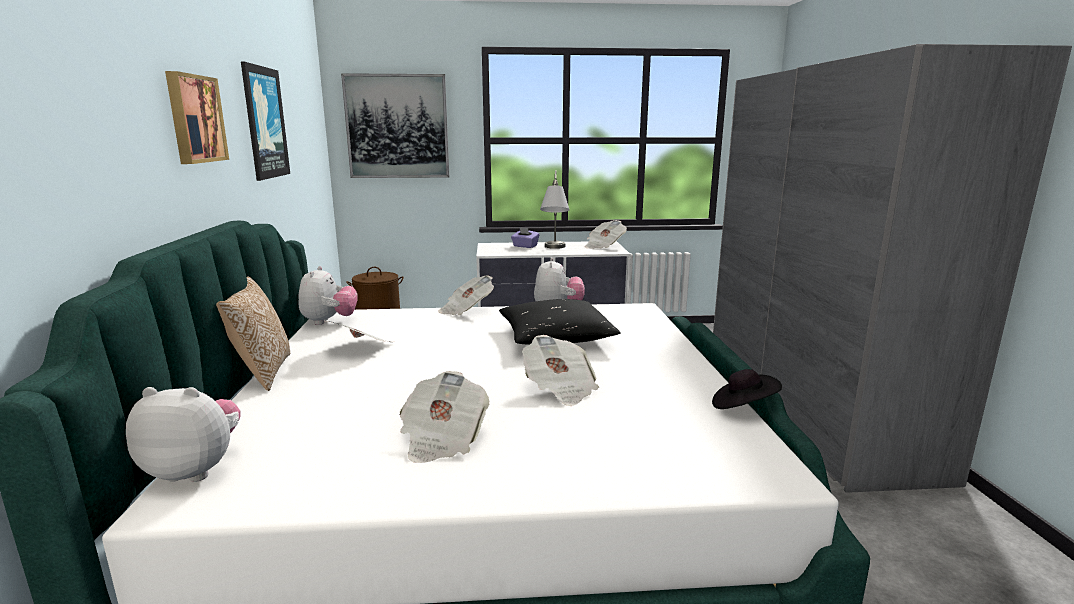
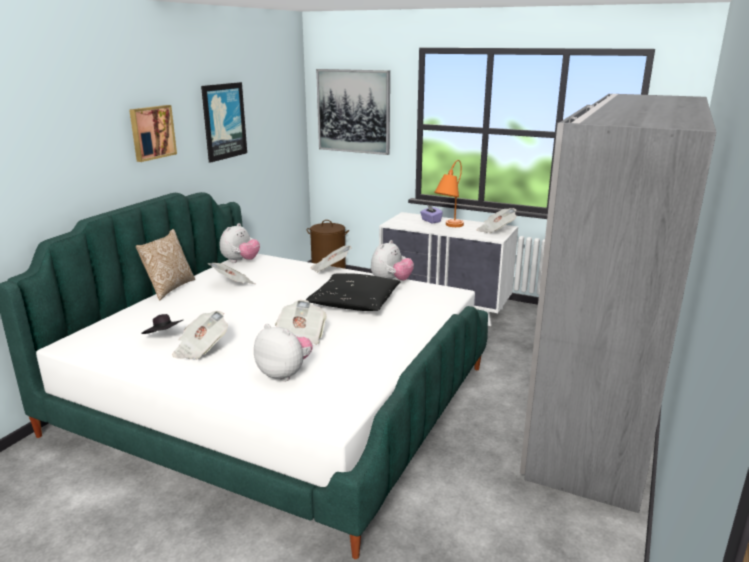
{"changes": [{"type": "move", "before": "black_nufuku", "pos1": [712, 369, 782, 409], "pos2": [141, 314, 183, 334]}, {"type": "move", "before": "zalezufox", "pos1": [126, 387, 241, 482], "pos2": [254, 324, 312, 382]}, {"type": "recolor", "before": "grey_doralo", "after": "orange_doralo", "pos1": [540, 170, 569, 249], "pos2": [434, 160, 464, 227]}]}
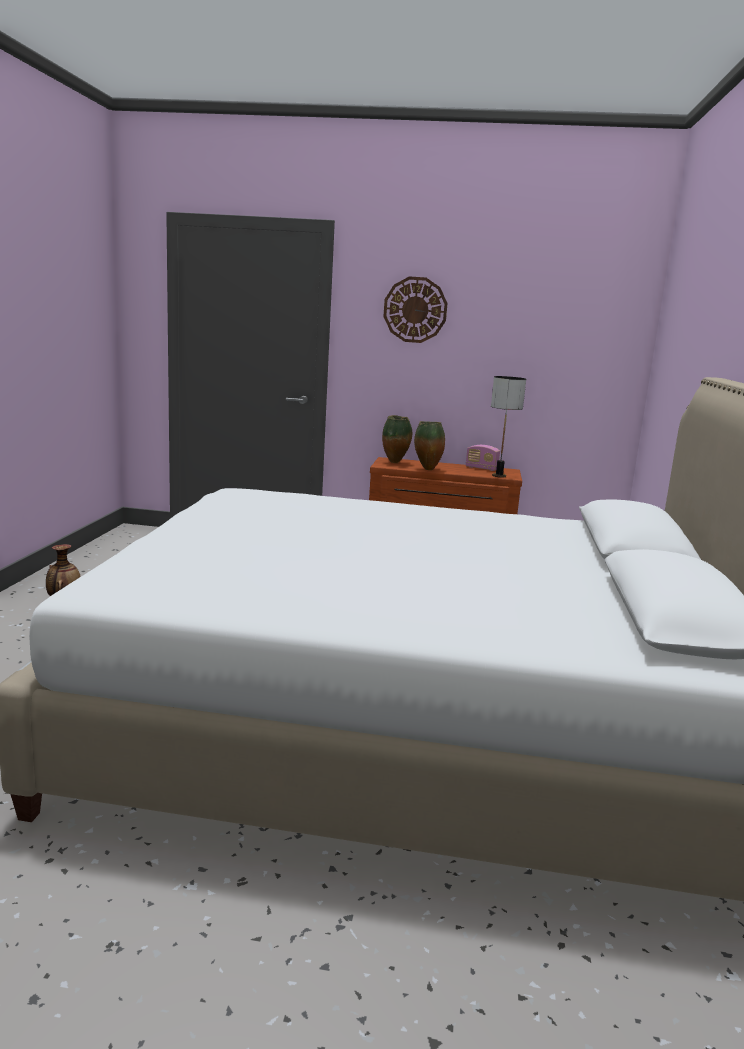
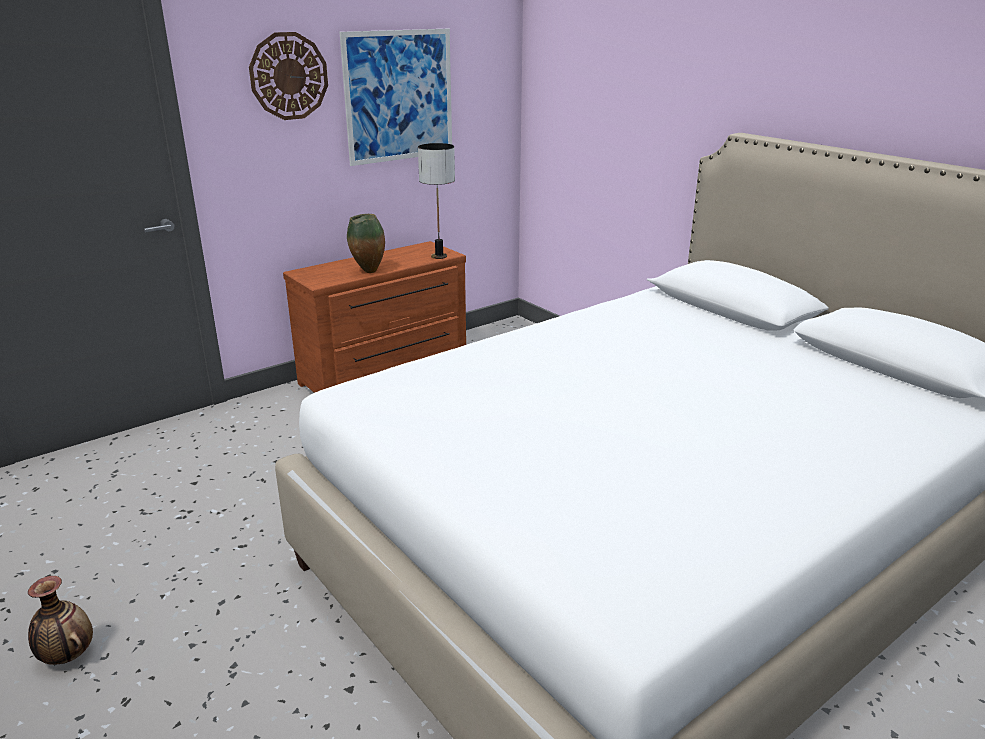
{"changes": [{"type": "insert", "after": "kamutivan", "pos2": [340, 29, 452, 166]}, {"type": "delete", "before": "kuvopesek", "pos1": [382, 415, 412, 463]}, {"type": "delete", "before": "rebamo", "pos1": [466, 445, 500, 471]}]}
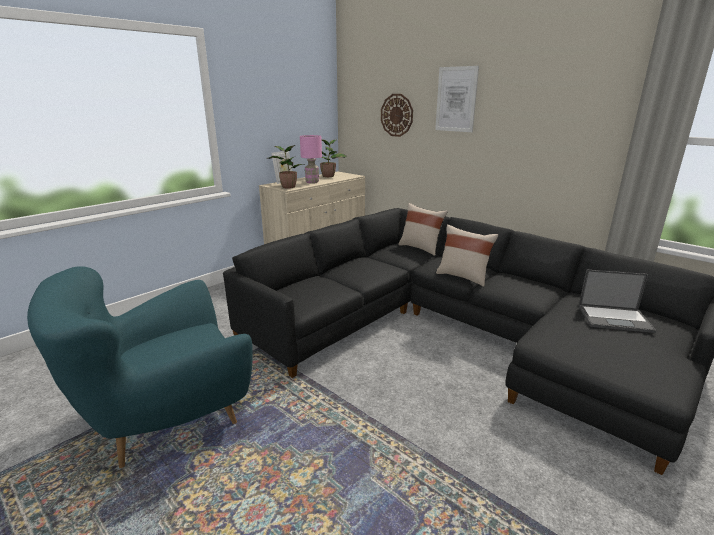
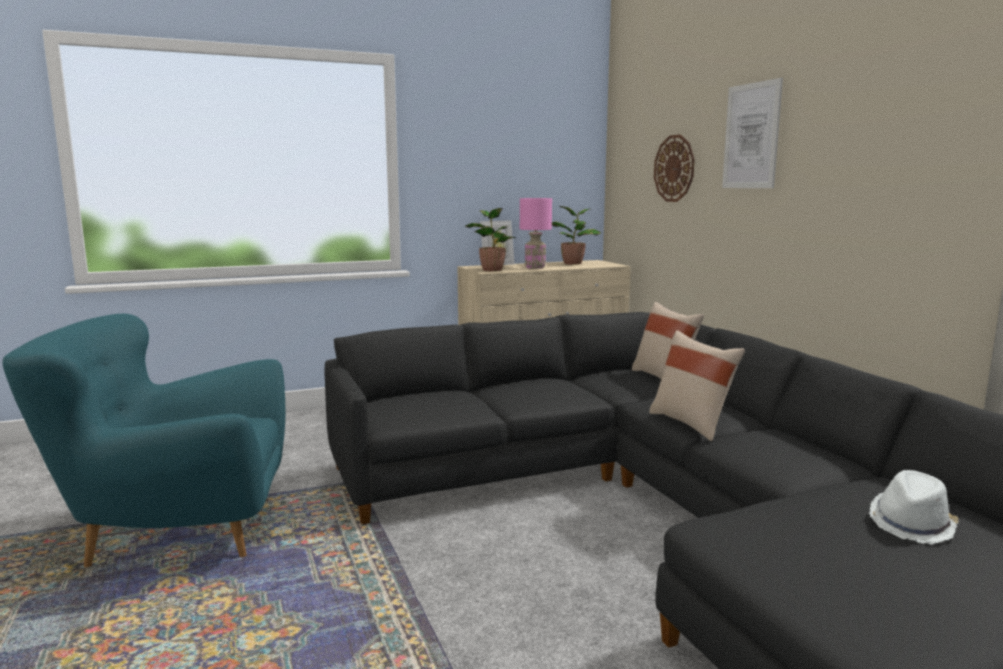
{"changes": [{"type": "replace", "before": "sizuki", "after": "white_nufuku", "pos1": [579, 270, 657, 333], "pos2": [869, 470, 959, 544]}]}
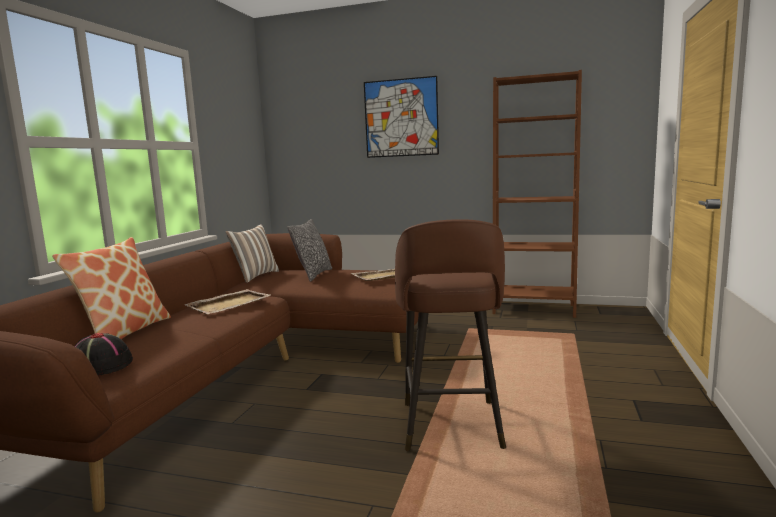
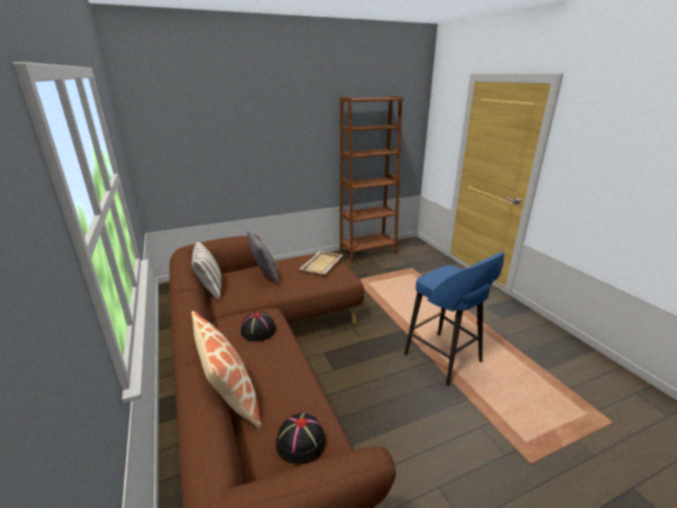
{"changes": [{"type": "replace", "before": "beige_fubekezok", "after": "black_nufuku", "pos1": [185, 289, 271, 314], "pos2": [241, 312, 276, 342]}, {"type": "recolor", "before": "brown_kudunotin", "after": "blue_kudunotin", "pos1": [395, 219, 506, 451], "pos2": [404, 252, 505, 386]}, {"type": "delete", "before": "kamutivan", "pos1": [364, 76, 439, 158]}]}
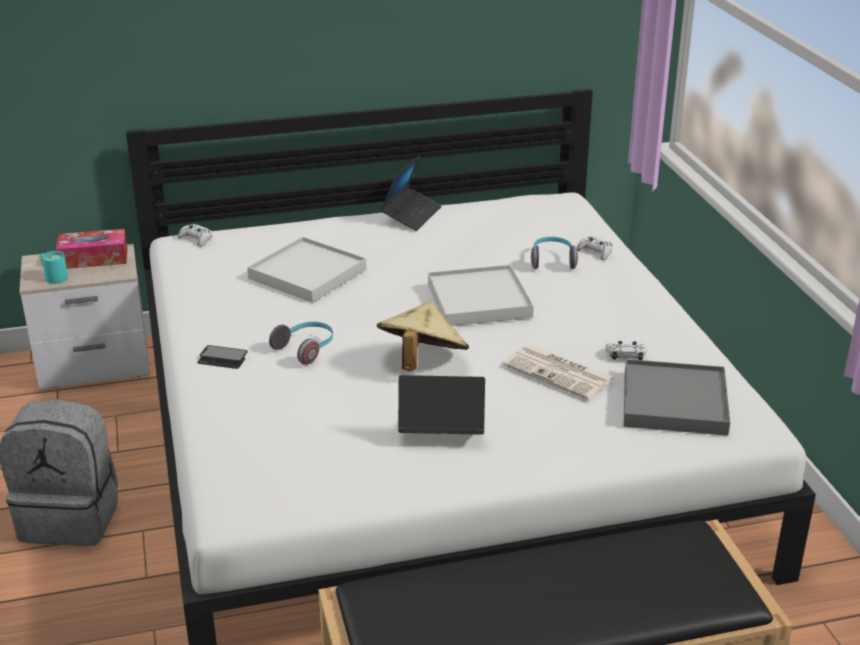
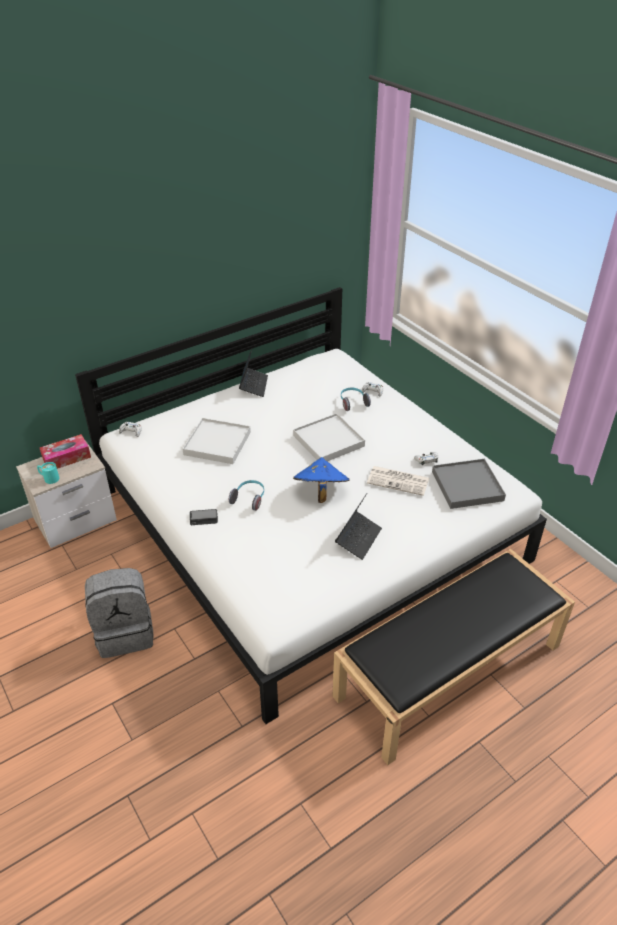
{"changes": [{"type": "recolor", "before": "beige_nufuku", "after": "blue_nufuku", "pos1": [377, 301, 469, 371], "pos2": [293, 457, 350, 503]}, {"type": "rotate", "before": "sizuki", "pos1": [398, 375, 485, 435], "pos2": [335, 493, 382, 560], "turn": 135}]}
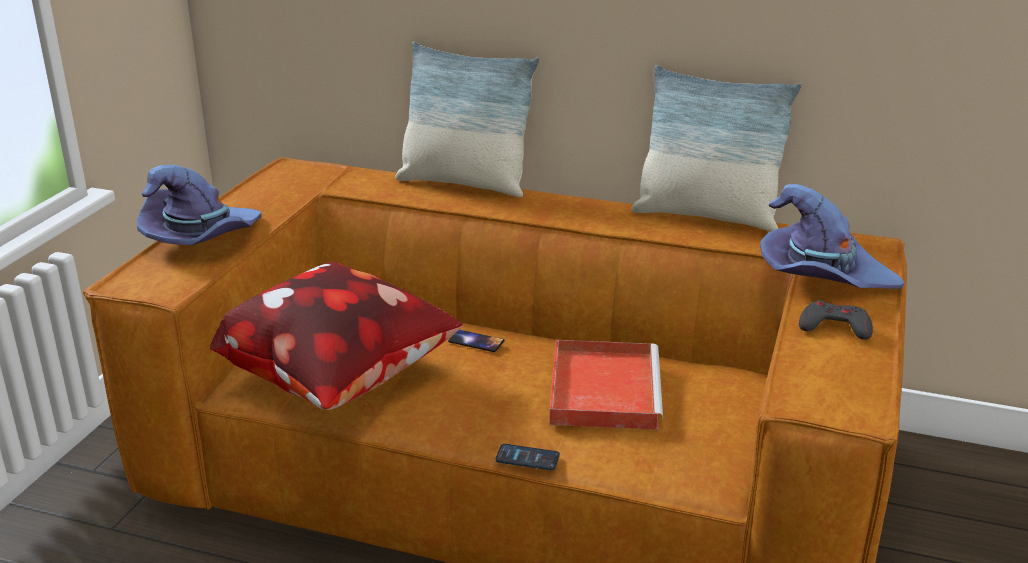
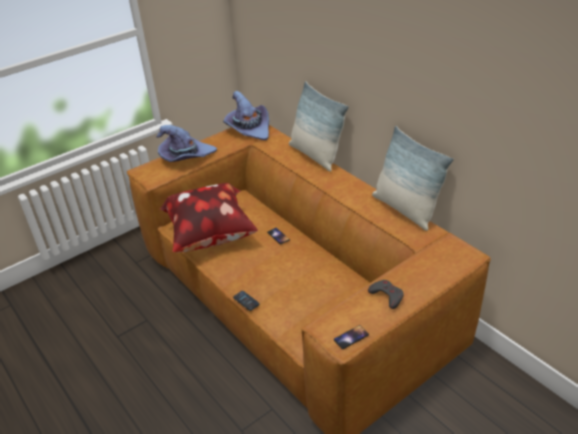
{"changes": [{"type": "move", "before": "purple_nufuku", "pos1": [760, 184, 905, 289], "pos2": [223, 91, 269, 140]}, {"type": "insert", "after": "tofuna", "pos2": [334, 325, 369, 349]}, {"type": "delete", "before": "red_fubekezok", "pos1": [549, 340, 663, 430]}]}
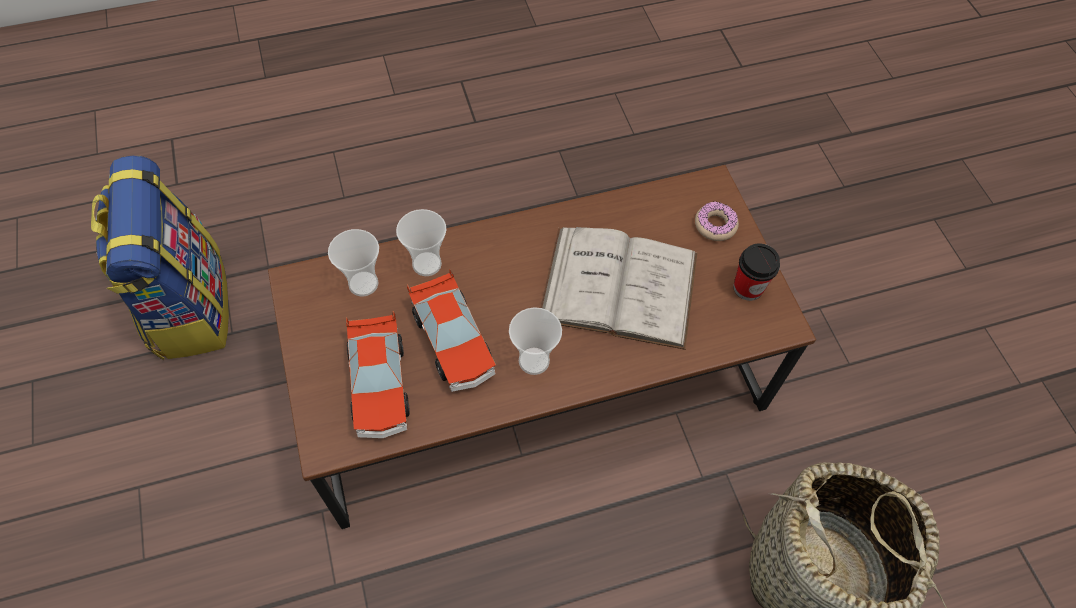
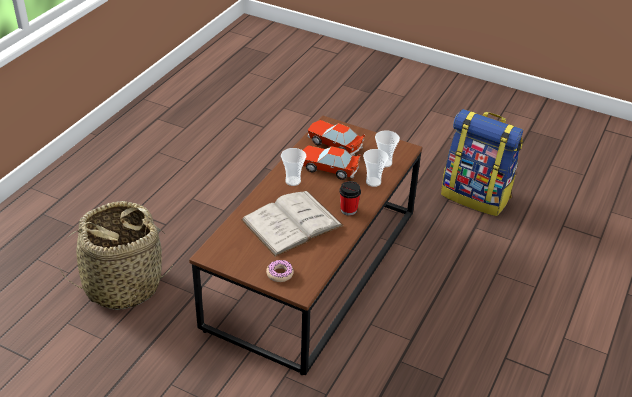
{"changes": [{"type": "move", "before": "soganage", "pos1": [733, 243, 780, 301], "pos2": [339, 181, 361, 216]}]}
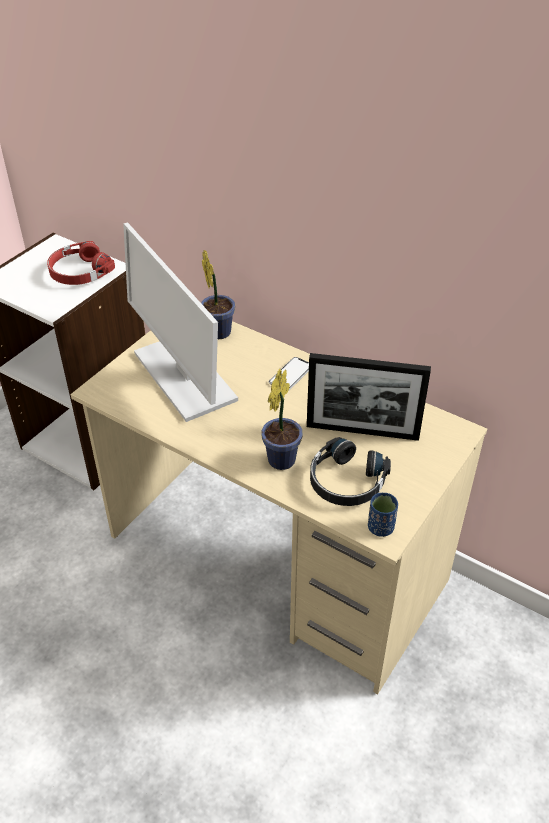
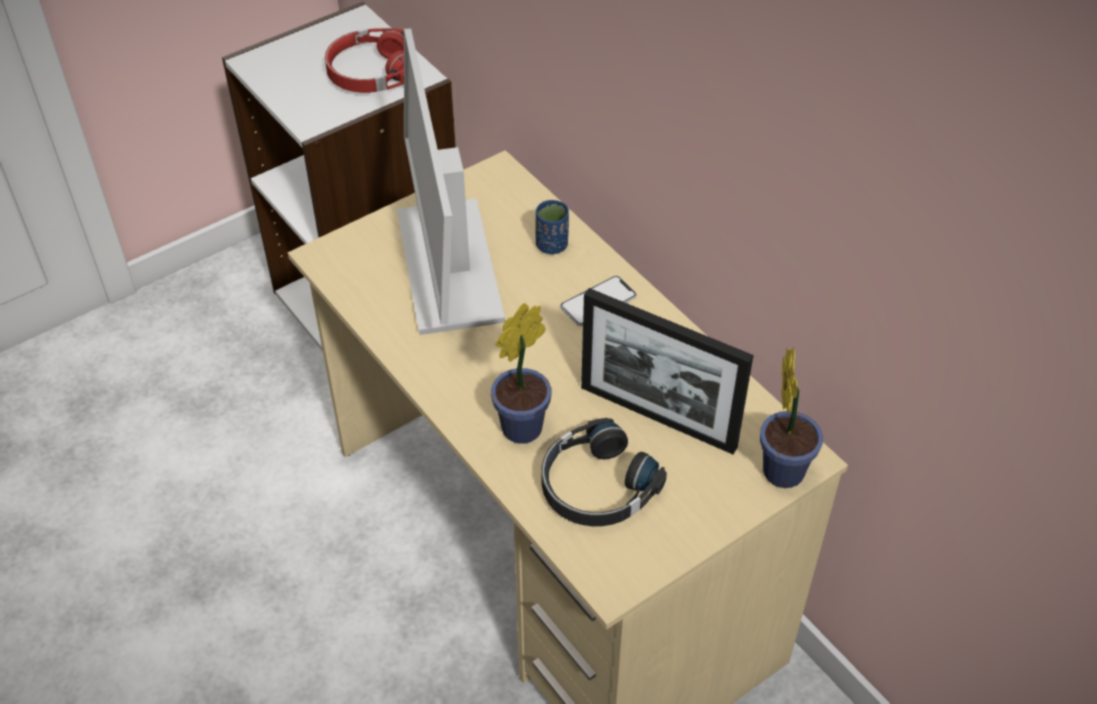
{"changes": [{"type": "move", "before": "blue_soganage", "pos1": [368, 493, 398, 537], "pos2": [535, 200, 569, 254]}, {"type": "move", "before": "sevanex", "pos1": [201, 250, 235, 339], "pos2": [760, 346, 823, 488]}]}
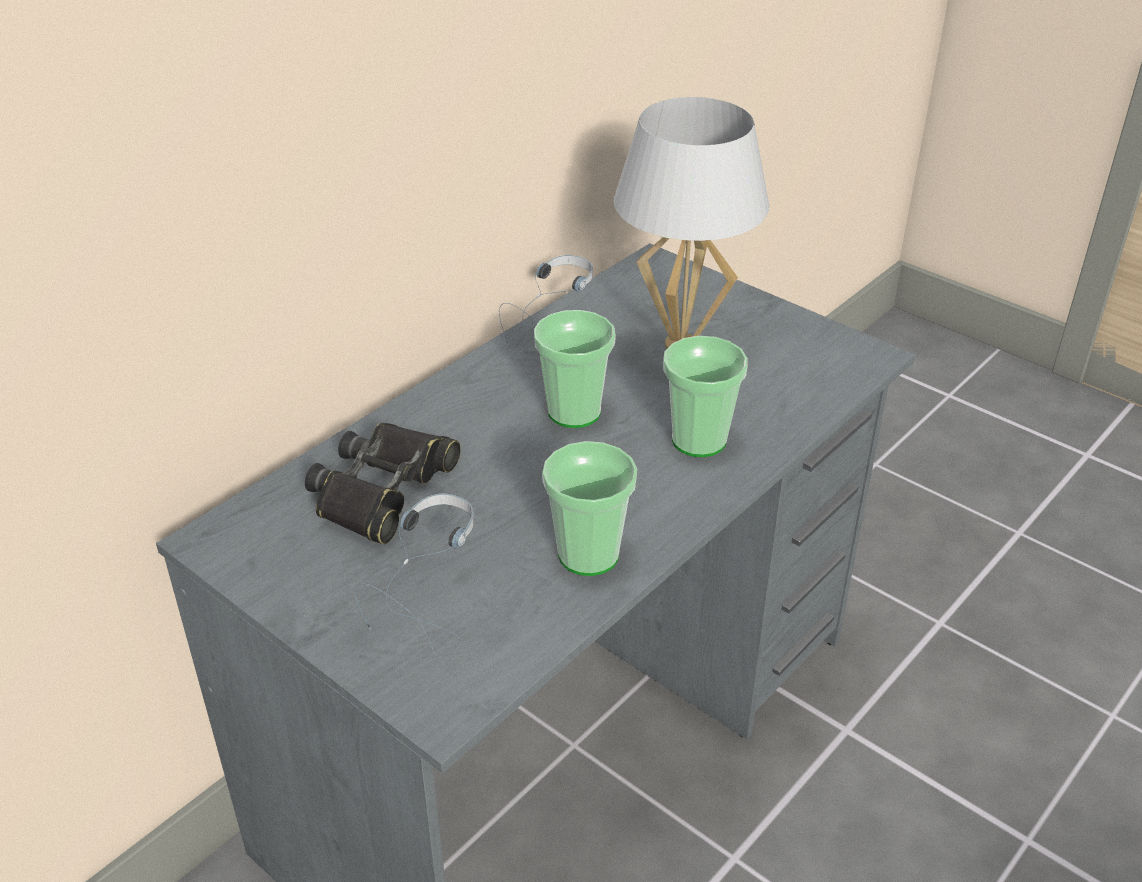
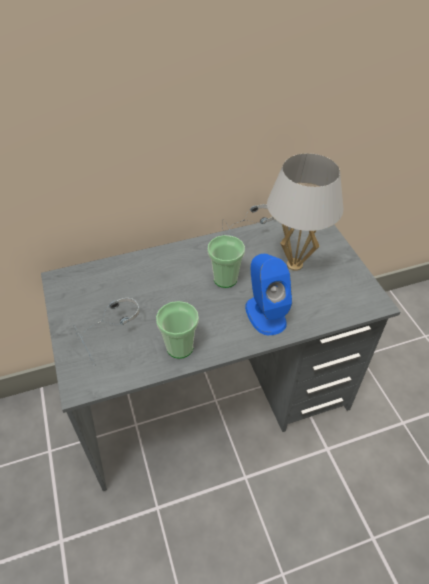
{"changes": [{"type": "replace", "before": "soganage", "after": "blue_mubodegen", "pos1": [663, 336, 748, 457], "pos2": [245, 254, 292, 335]}, {"type": "delete", "before": "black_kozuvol", "pos1": [305, 423, 461, 544]}]}
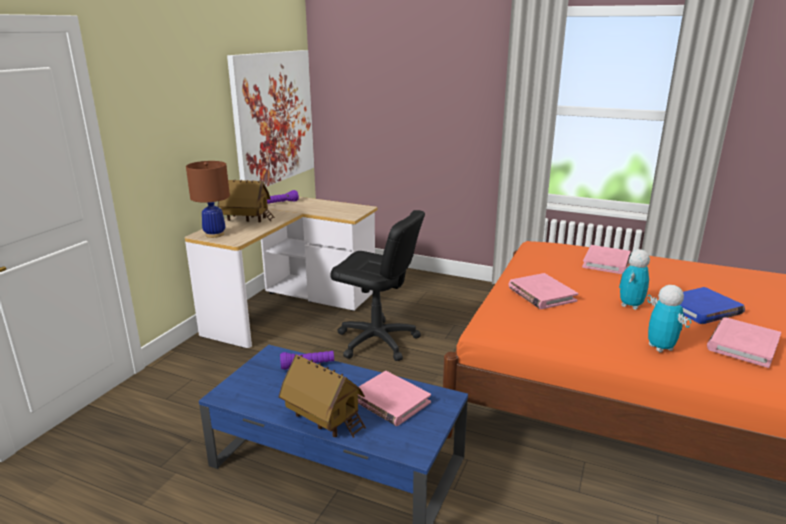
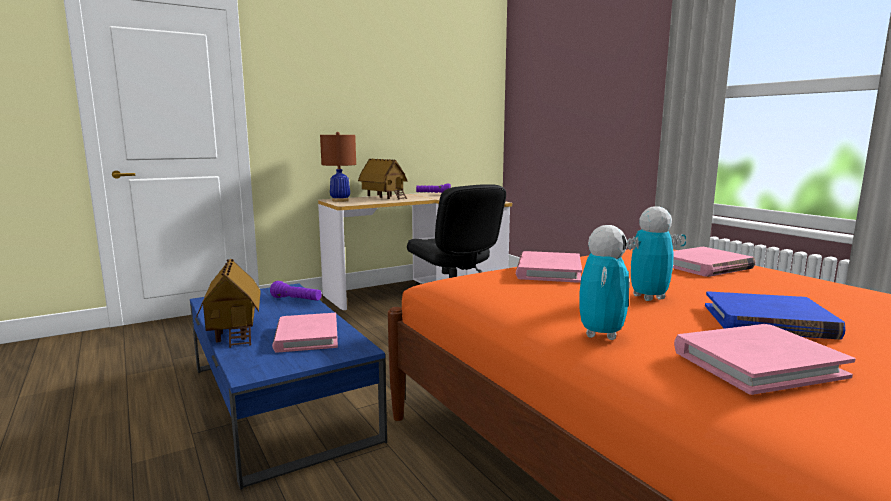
{"changes": [{"type": "delete", "before": "kamutivan", "pos1": [227, 50, 314, 187]}]}
